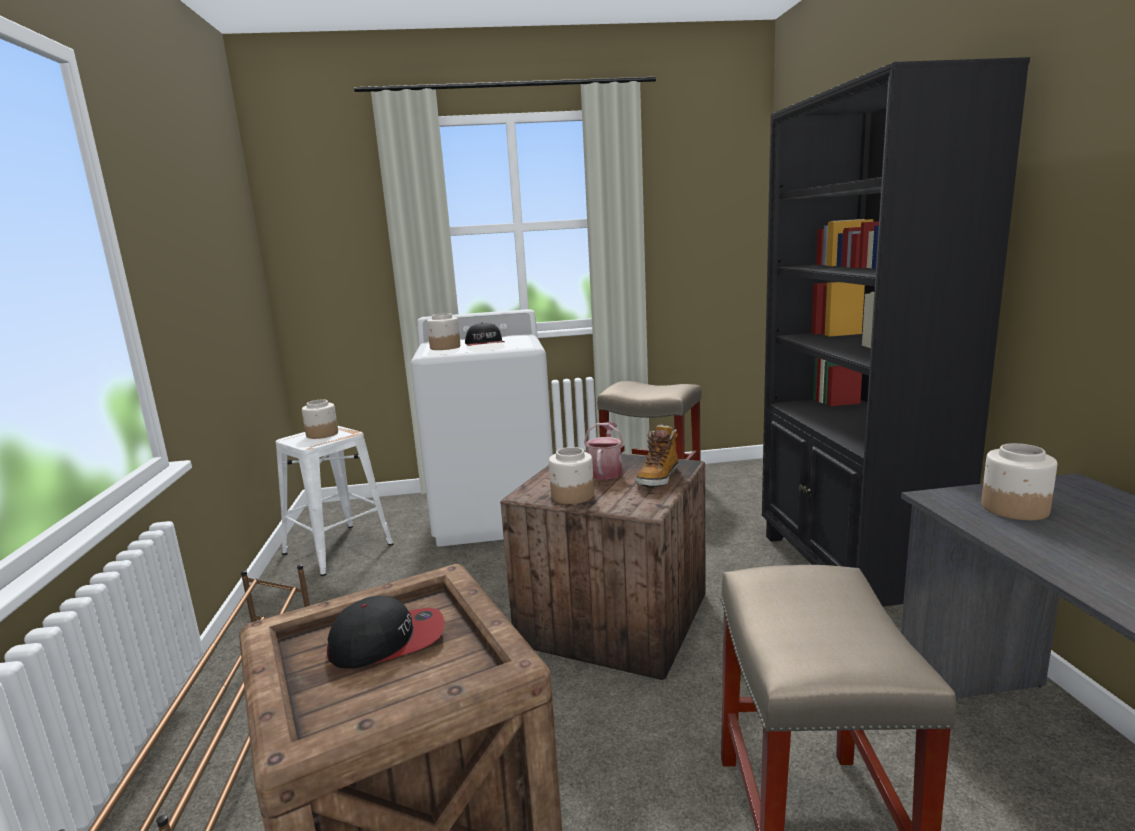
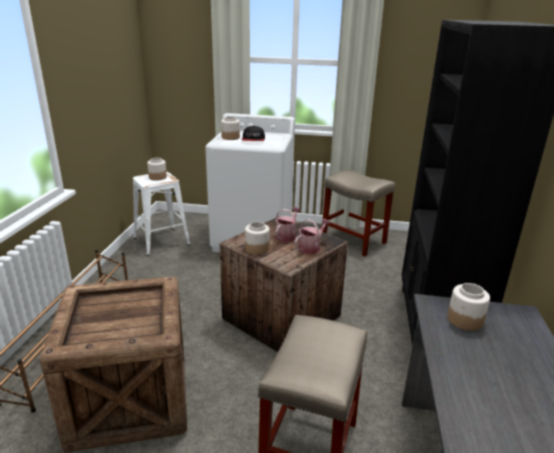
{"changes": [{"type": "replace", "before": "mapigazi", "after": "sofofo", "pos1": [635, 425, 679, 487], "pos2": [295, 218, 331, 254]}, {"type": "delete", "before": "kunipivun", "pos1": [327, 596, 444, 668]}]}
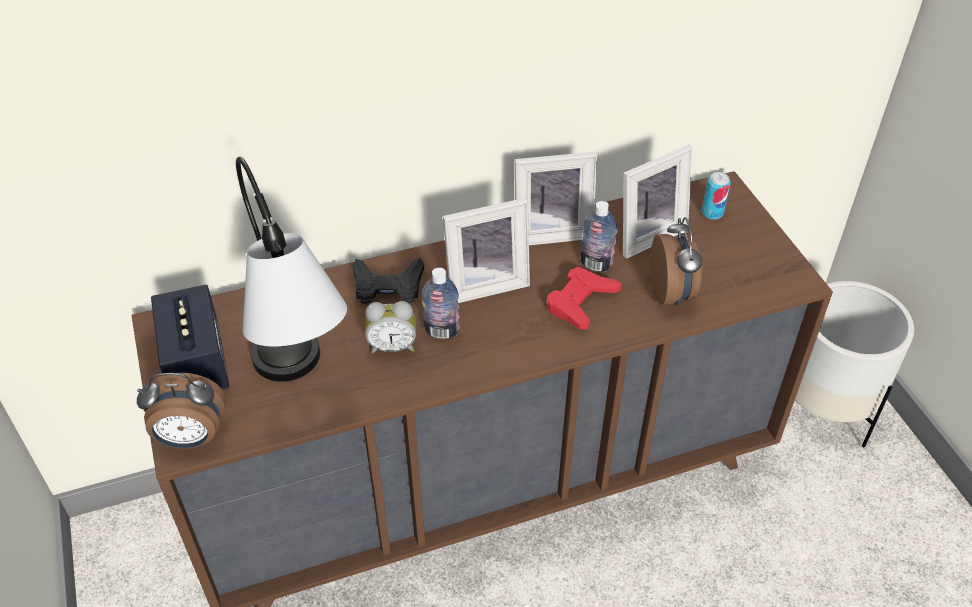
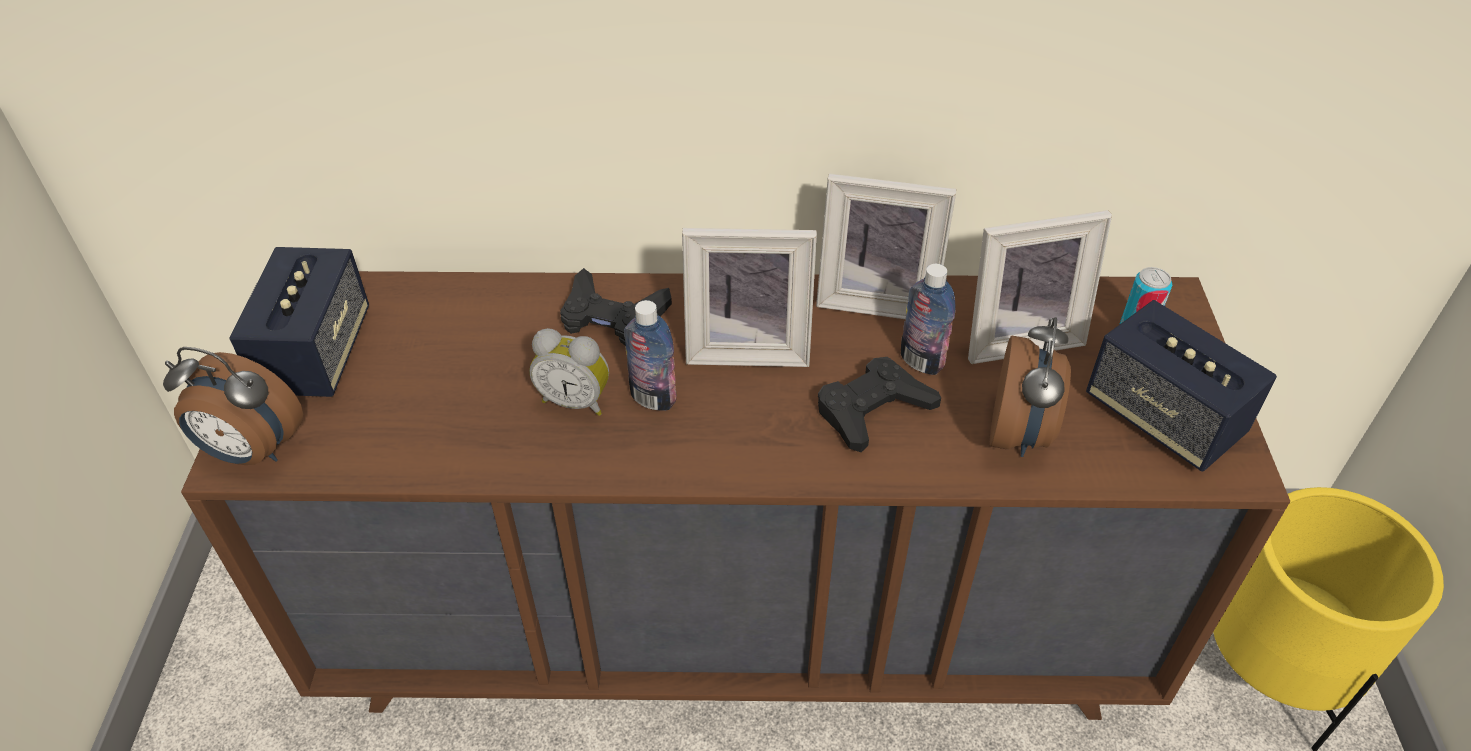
{"changes": [{"type": "recolor", "before": "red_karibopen", "after": "black_karibopen", "pos1": [547, 267, 621, 329], "pos2": [818, 357, 941, 452]}, {"type": "insert", "after": "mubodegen", "pos2": [1086, 300, 1277, 471]}, {"type": "recolor", "before": "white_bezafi", "after": "yellow_bezafi", "pos1": [795, 281, 914, 448], "pos2": [1213, 487, 1444, 751]}, {"type": "delete", "before": "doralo", "pos1": [236, 157, 347, 382]}]}
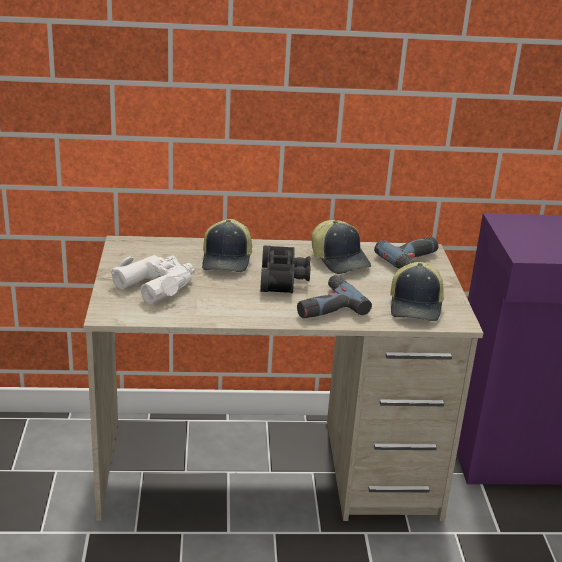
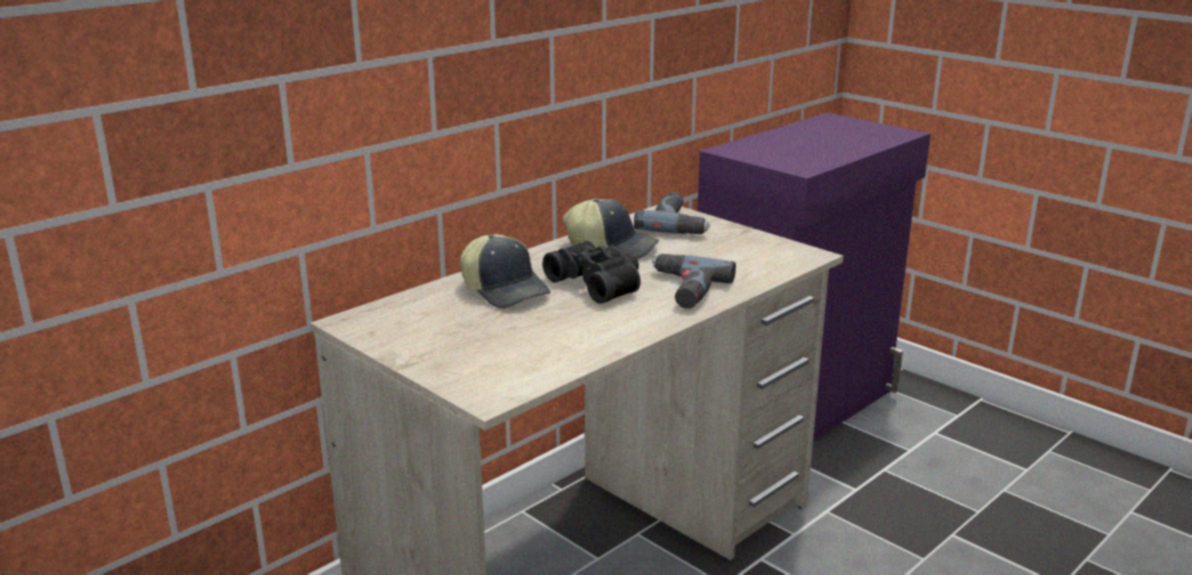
{"changes": [{"type": "delete", "before": "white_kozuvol", "pos1": [111, 255, 195, 304]}, {"type": "delete", "before": "kunipivun", "pos1": [390, 262, 444, 321]}]}
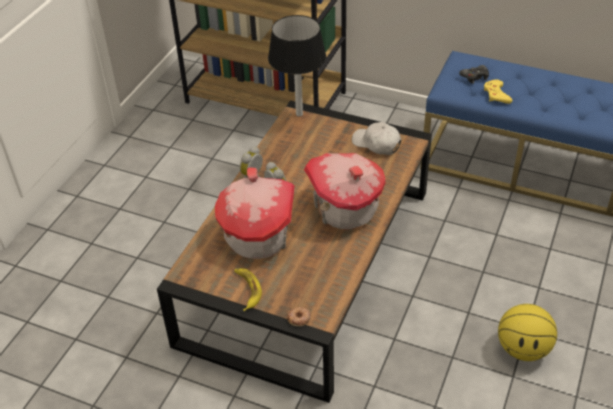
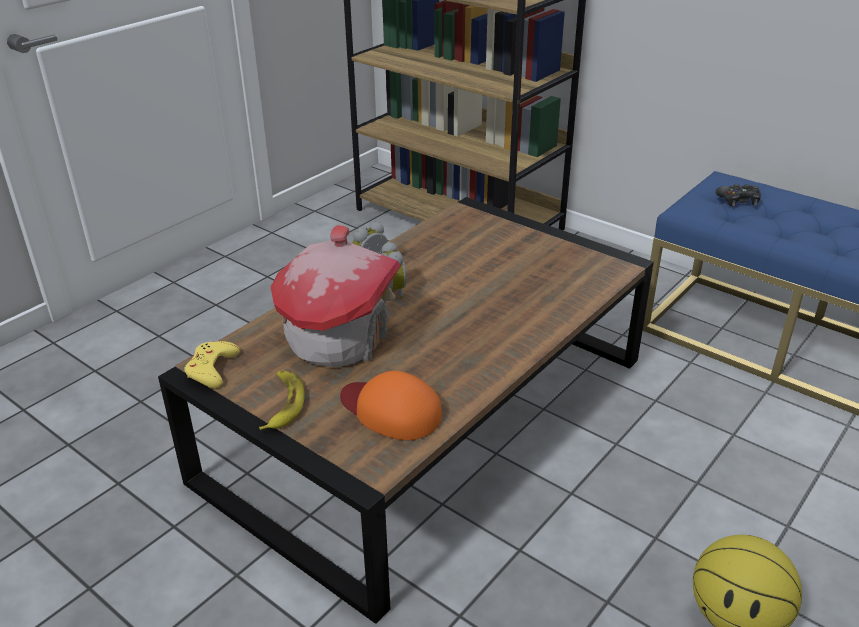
{"changes": [{"type": "move", "before": "yellow_karibopen", "pos1": [484, 80, 512, 104], "pos2": [184, 341, 240, 388]}, {"type": "insert", "after": "orange_kunipivun", "pos2": [340, 371, 442, 440]}, {"type": "delete", "before": "black_doralo", "pos1": [268, 15, 326, 117]}, {"type": "delete", "before": "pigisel", "pos1": [287, 307, 311, 326]}, {"type": "delete", "before": "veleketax", "pos1": [304, 153, 386, 229]}, {"type": "delete", "before": "white_kunipivun", "pos1": [352, 122, 401, 155]}]}
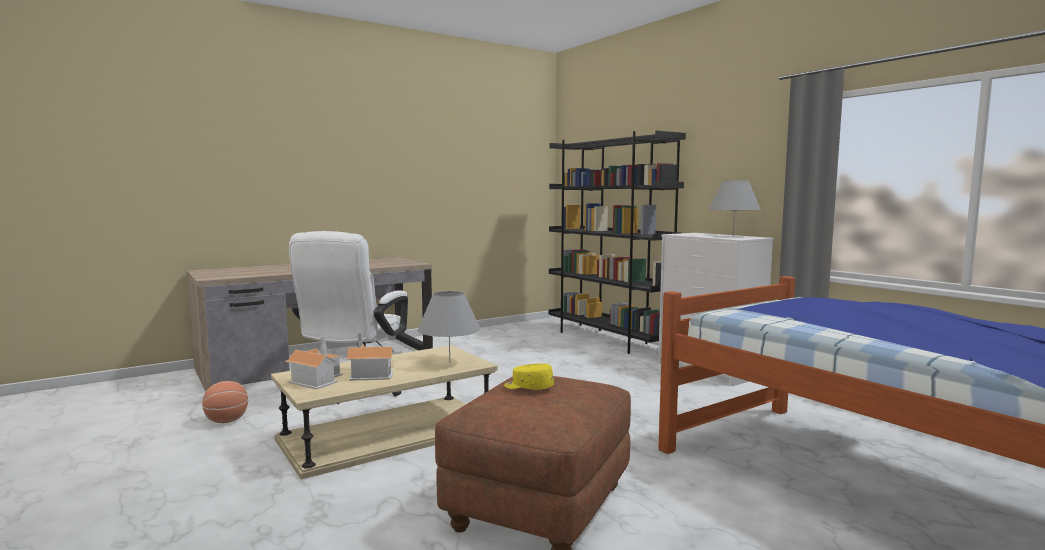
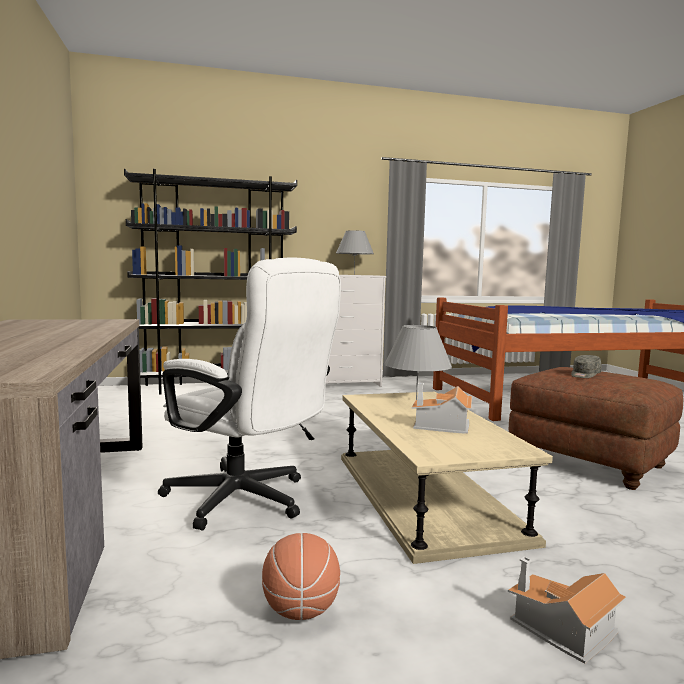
{"changes": [{"type": "move", "before": "veleketax", "pos1": [285, 336, 343, 389], "pos2": [508, 556, 627, 664]}, {"type": "recolor", "before": "yellow_kunipivun", "after": "grey_kunipivun", "pos1": [504, 363, 554, 389], "pos2": [571, 355, 601, 378]}]}
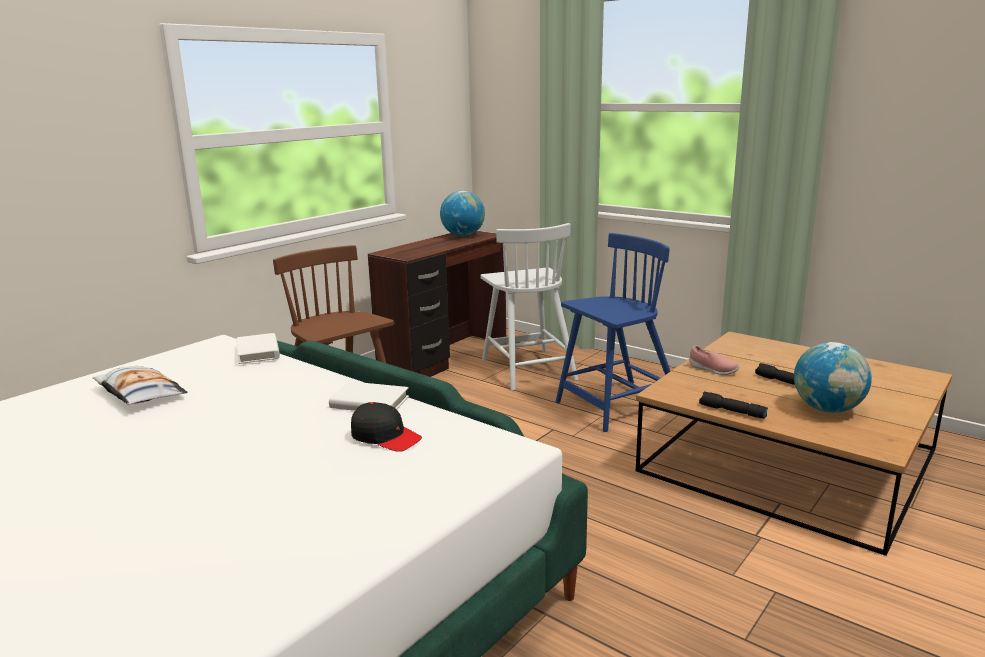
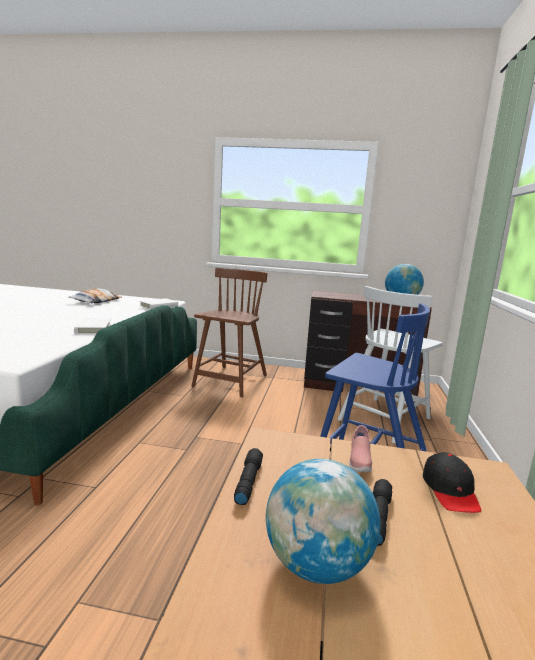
{"changes": [{"type": "move", "before": "black_kunipivun", "pos1": [351, 402, 422, 452], "pos2": [423, 452, 481, 513]}]}
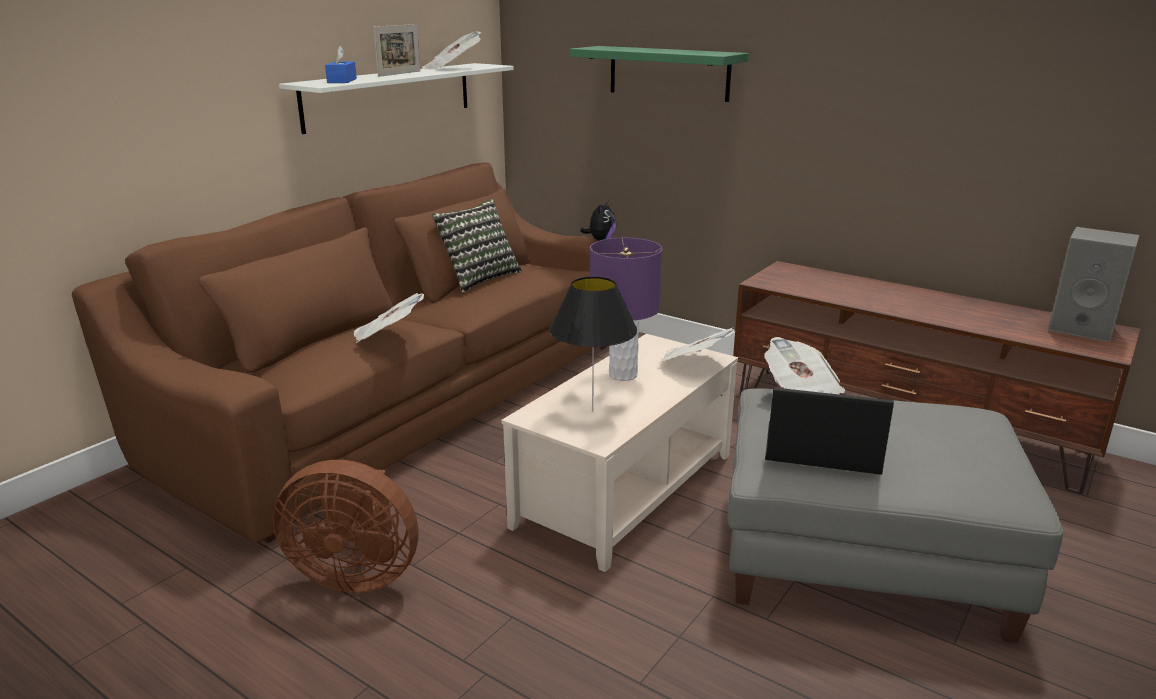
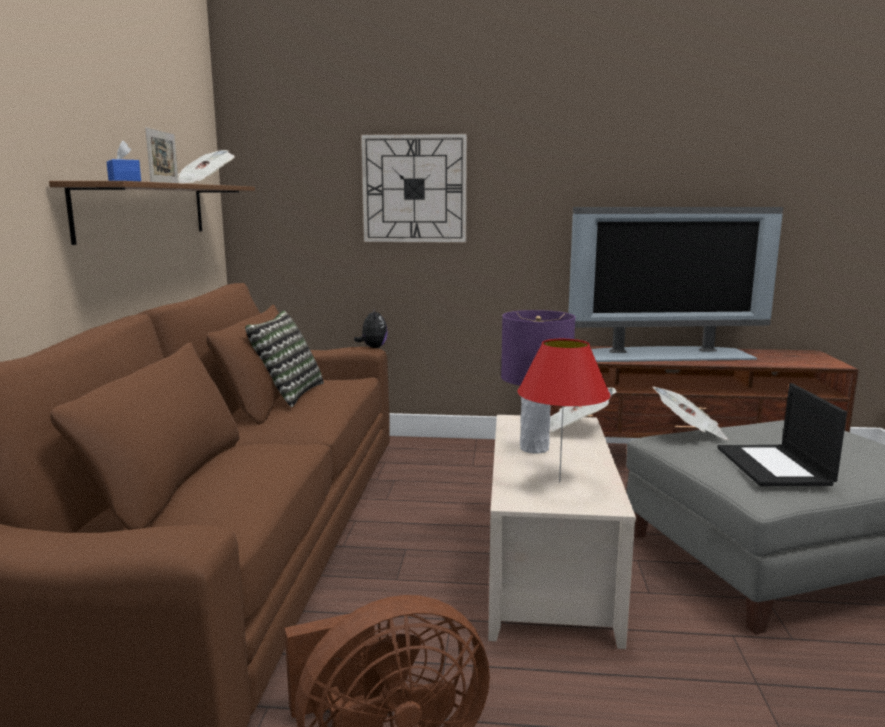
{"changes": [{"type": "recolor", "before": "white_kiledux", "after": "brown_kiledux", "pos1": [279, 63, 514, 134], "pos2": [49, 181, 255, 245]}, {"type": "replace", "before": "green_kiledux", "after": "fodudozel", "pos1": [569, 46, 749, 102], "pos2": [361, 134, 467, 243]}, {"type": "recolor", "before": "black_doralo", "after": "red_doralo", "pos1": [549, 276, 637, 412], "pos2": [517, 339, 611, 483]}, {"type": "insert", "after": "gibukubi", "pos2": [568, 207, 783, 362]}, {"type": "rotate", "before": "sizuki", "pos1": [765, 388, 894, 475], "pos2": [717, 383, 847, 486], "turn": -75}, {"type": "delete", "before": "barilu", "pos1": [354, 293, 424, 343]}, {"type": "delete", "before": "grey_mubodegen", "pos1": [1048, 227, 1139, 342]}]}
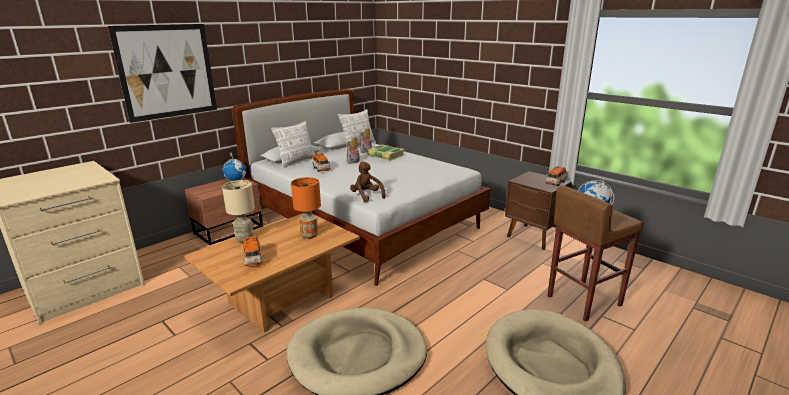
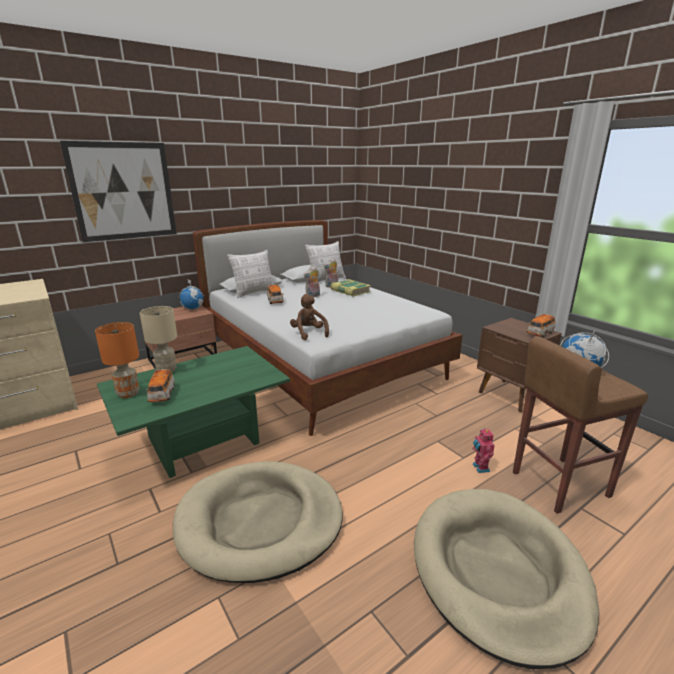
{"changes": [{"type": "move", "before": "orange_doralo", "pos1": [291, 177, 321, 239], "pos2": [95, 322, 139, 398]}, {"type": "recolor", "before": "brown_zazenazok", "after": "green_zazenazok", "pos1": [184, 213, 360, 333], "pos2": [97, 346, 290, 478]}, {"type": "insert", "after": "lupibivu", "pos2": [472, 427, 495, 473]}]}
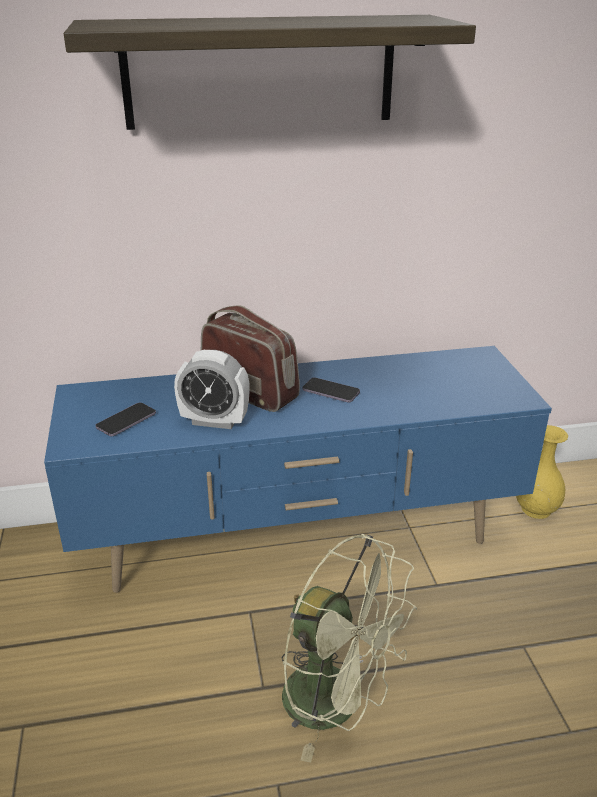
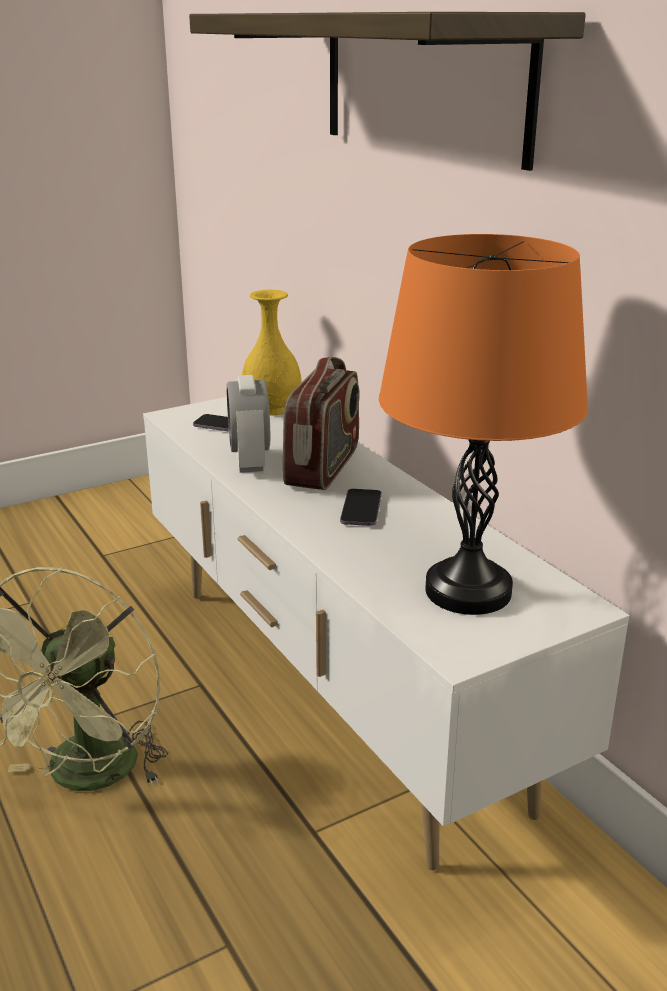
{"changes": [{"type": "recolor", "before": "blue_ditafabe", "after": "white_ditafabe", "pos1": [44, 346, 552, 593], "pos2": [143, 397, 629, 870]}, {"type": "move", "before": "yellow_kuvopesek", "pos1": [516, 425, 568, 519], "pos2": [242, 290, 302, 415]}, {"type": "insert", "after": "orange_doralo", "pos2": [378, 234, 588, 615]}]}
